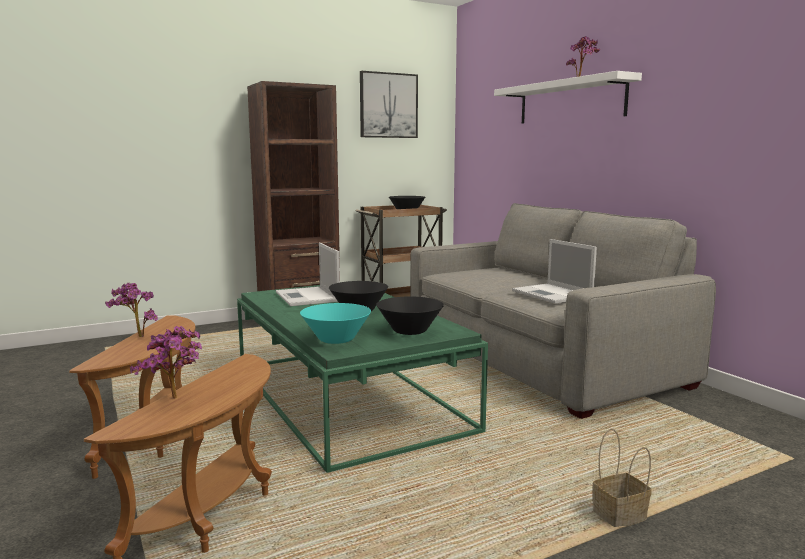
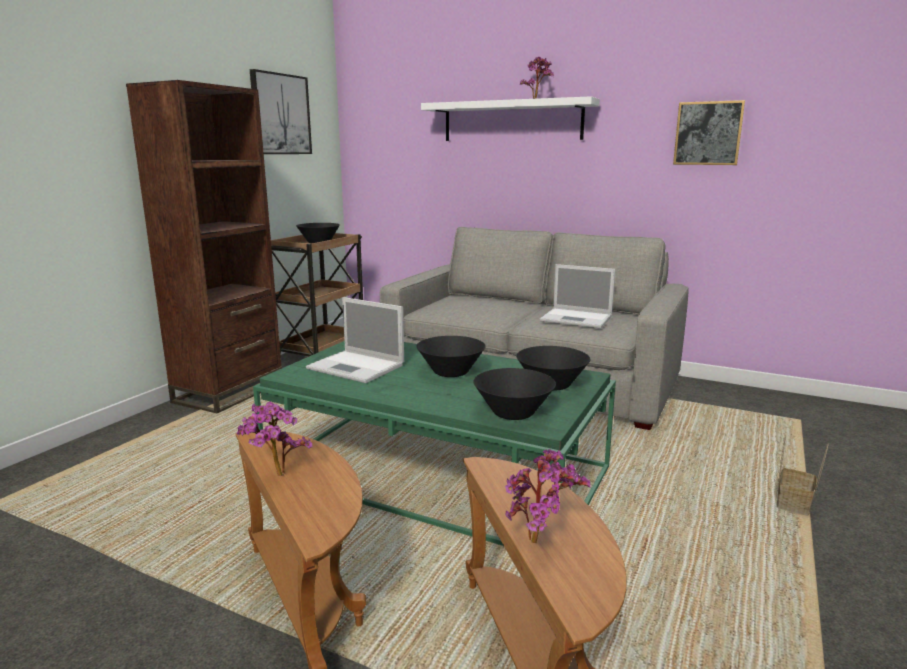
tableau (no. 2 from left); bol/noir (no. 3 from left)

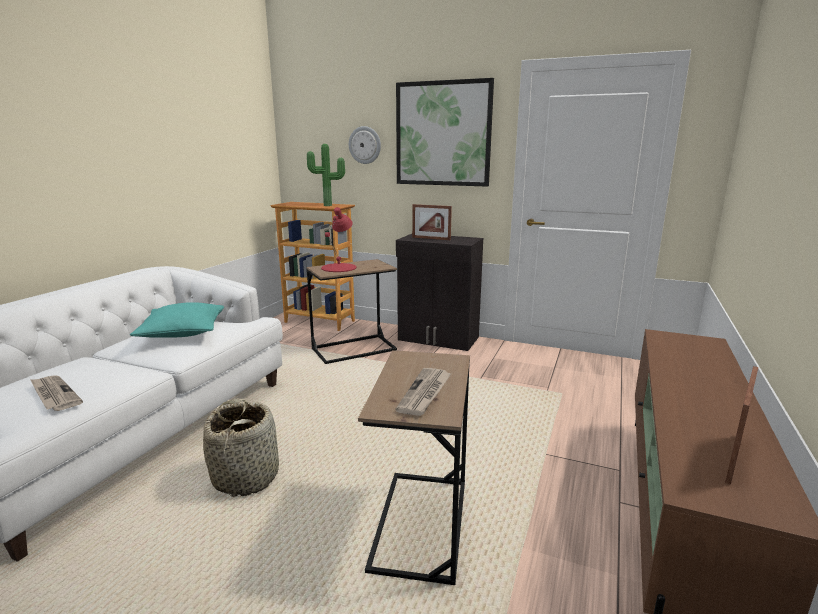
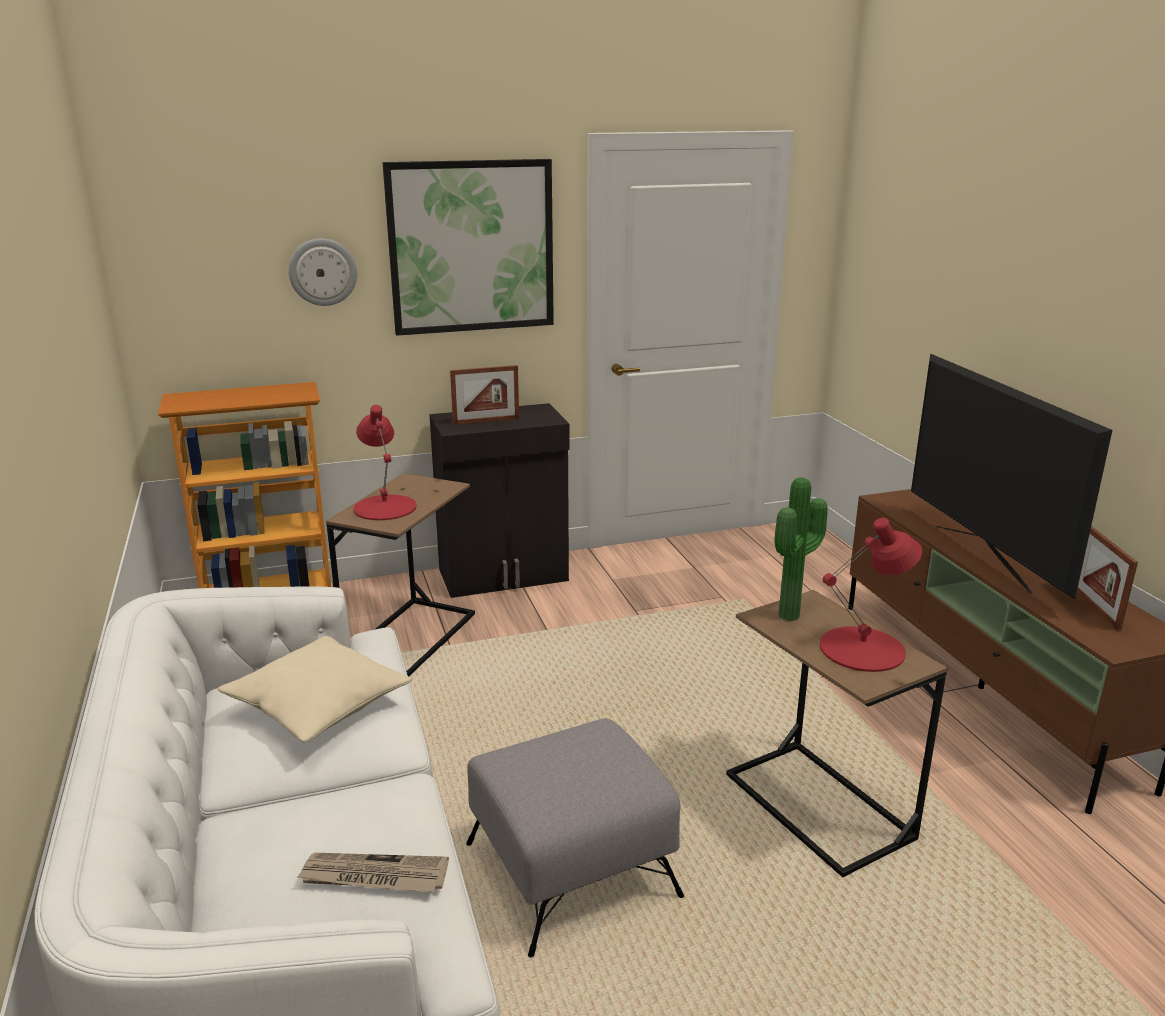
téléviseur; plante en pot; pouf/gris; lampe de table/rouge (no. 2 from left); coussin/beige

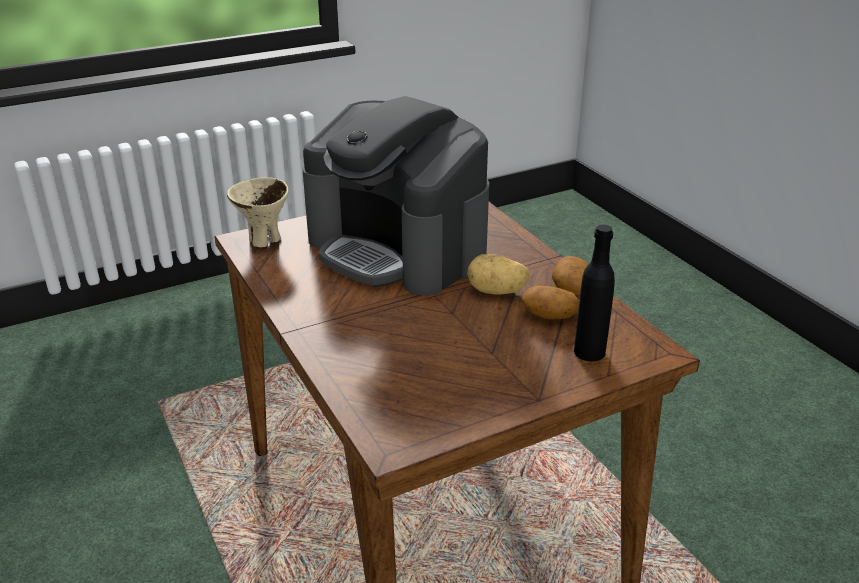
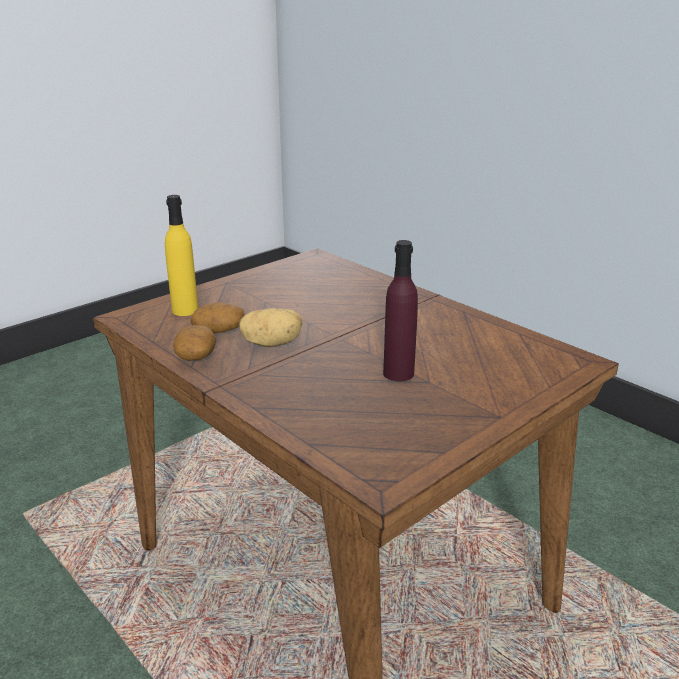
bol/beige; bouteille/violet; bouteille/jaune

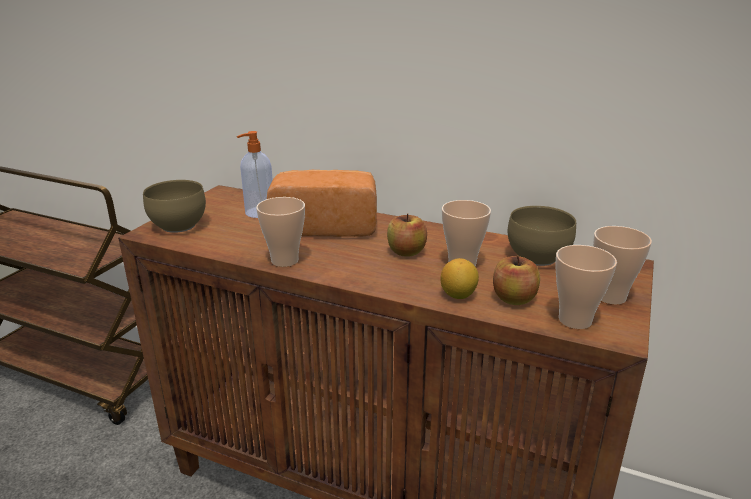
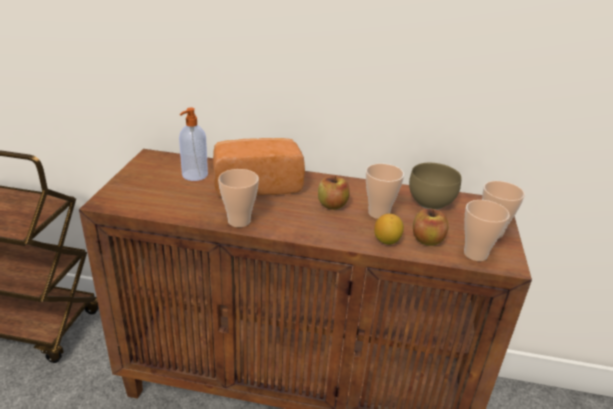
bol/marron (no. 1 from left in the first image)

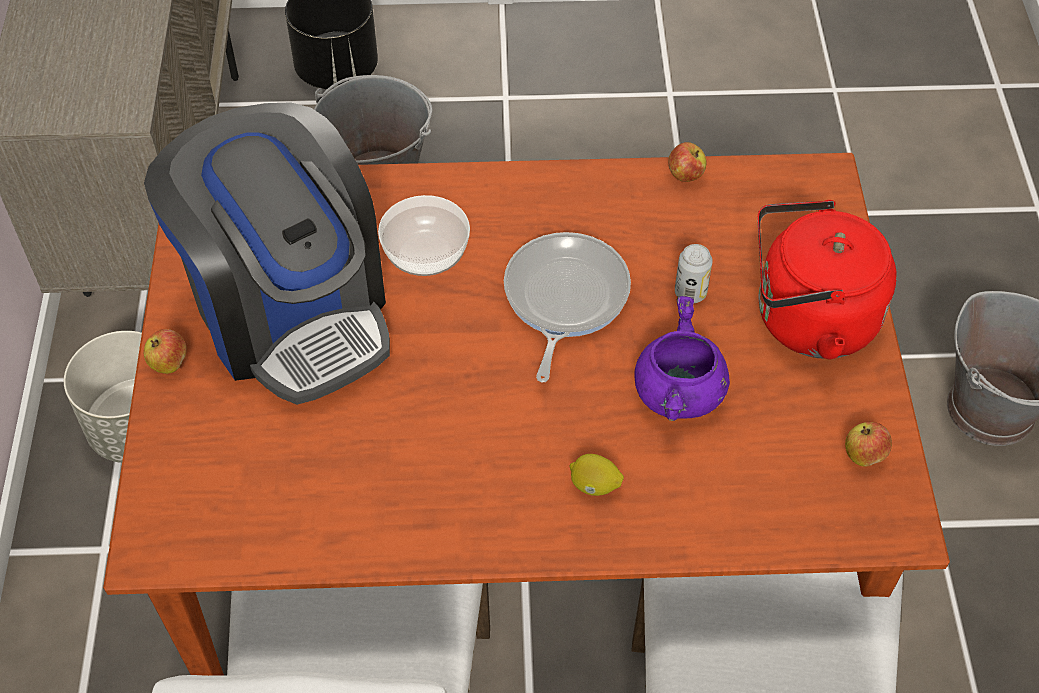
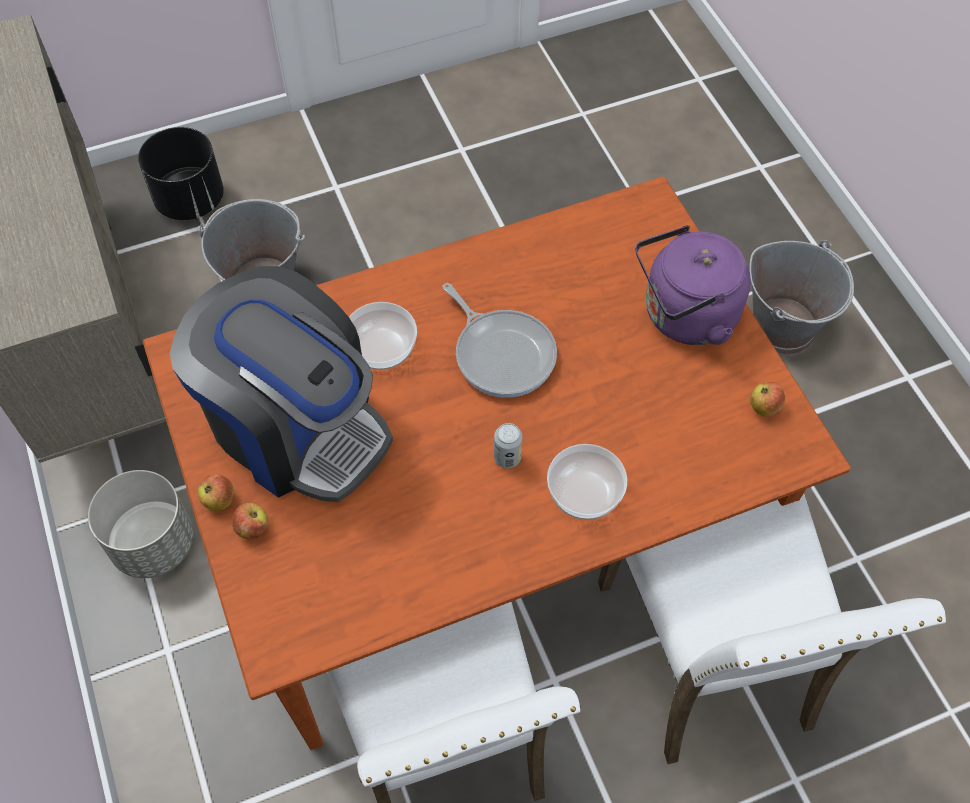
marmite/violet; pomme (no. 2 from left); boîte métallique; bol (no. 2 from left); bouilloire/violet; poêle

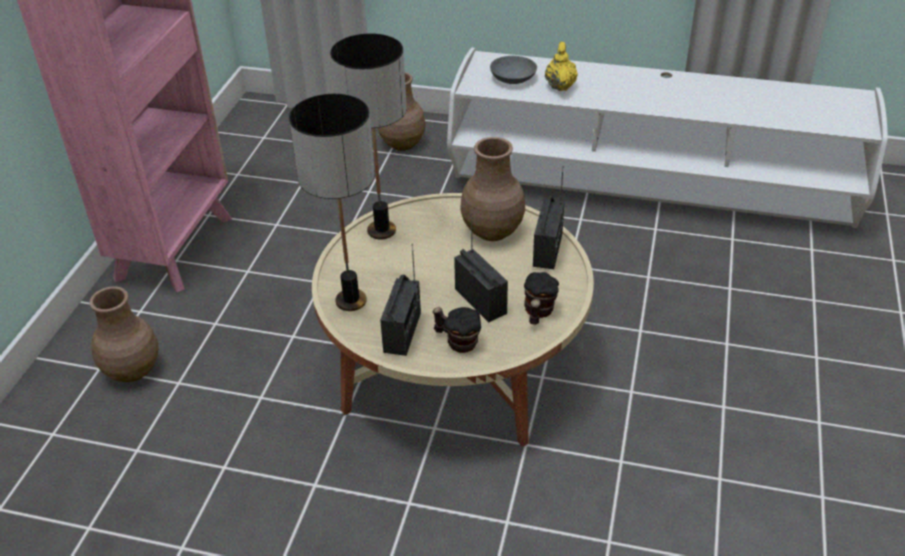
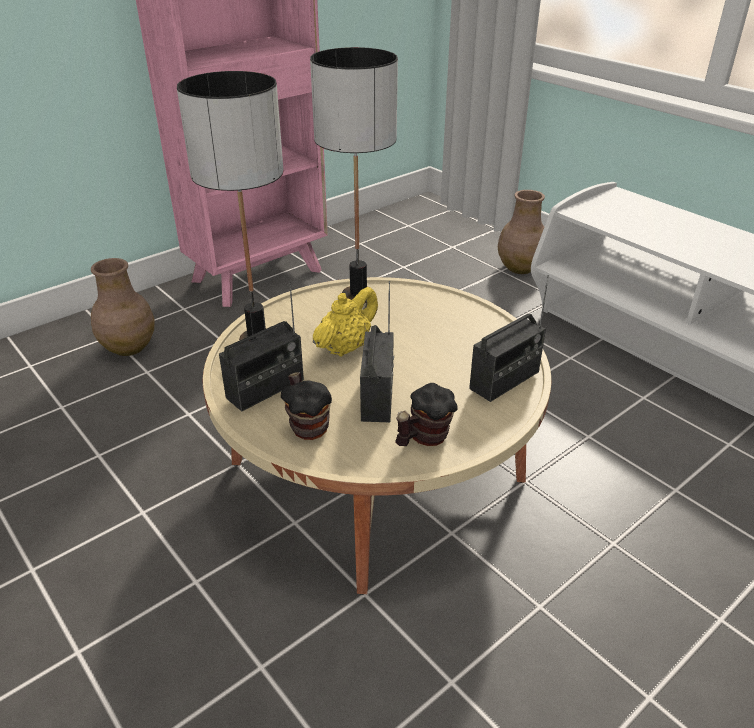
vase/marron (no. 3 from left in the first image); bol/gris; théière/jaune

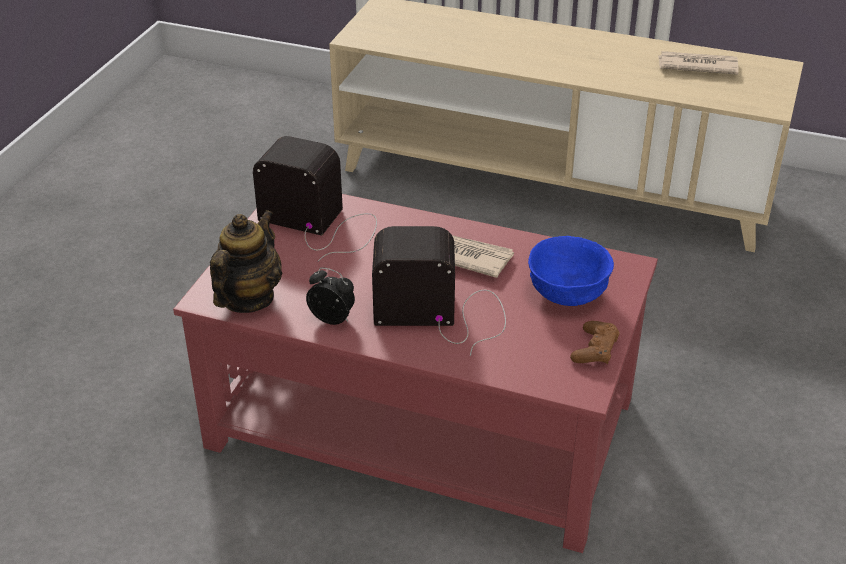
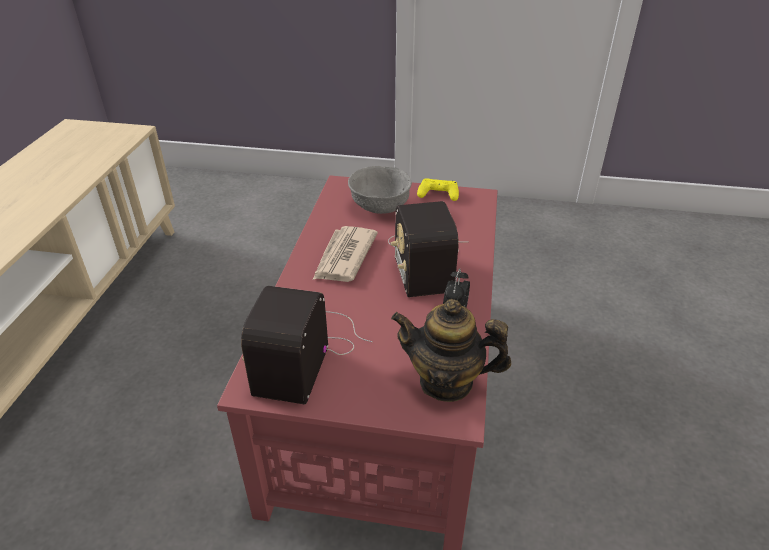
journal (no. 2 from left in the first image); bol/gris; manette/jaune

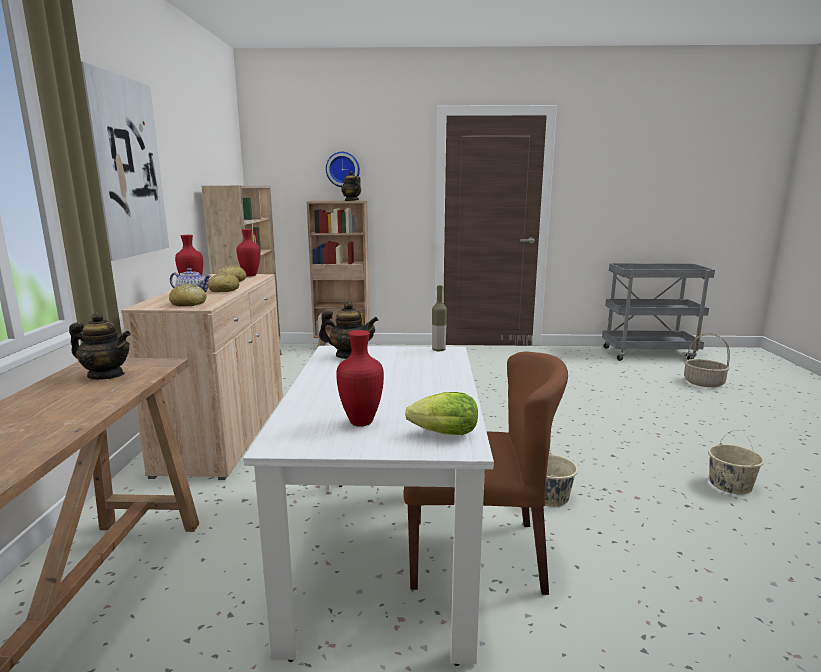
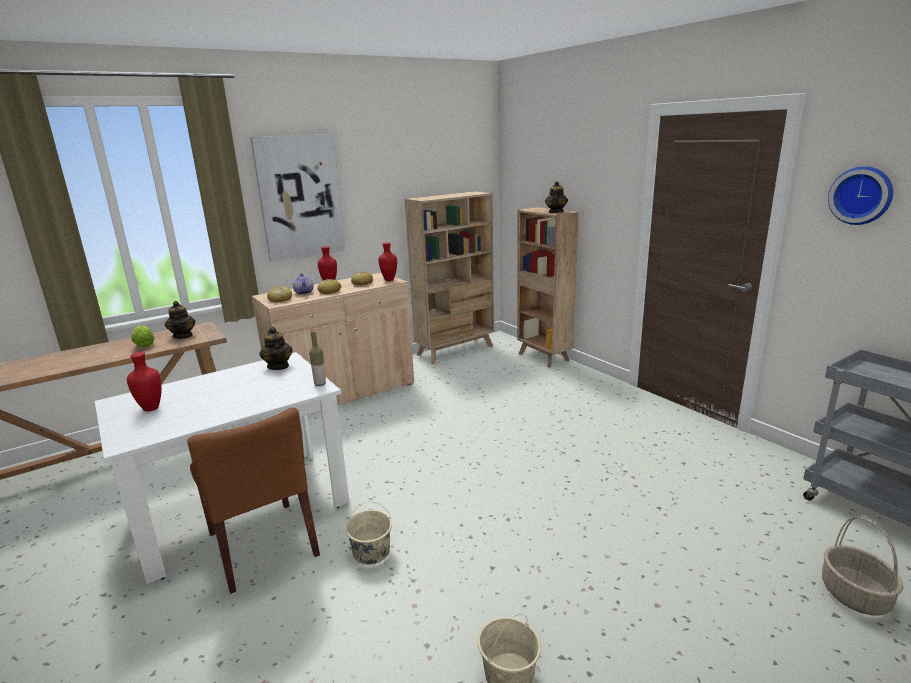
horloge murale; laitue

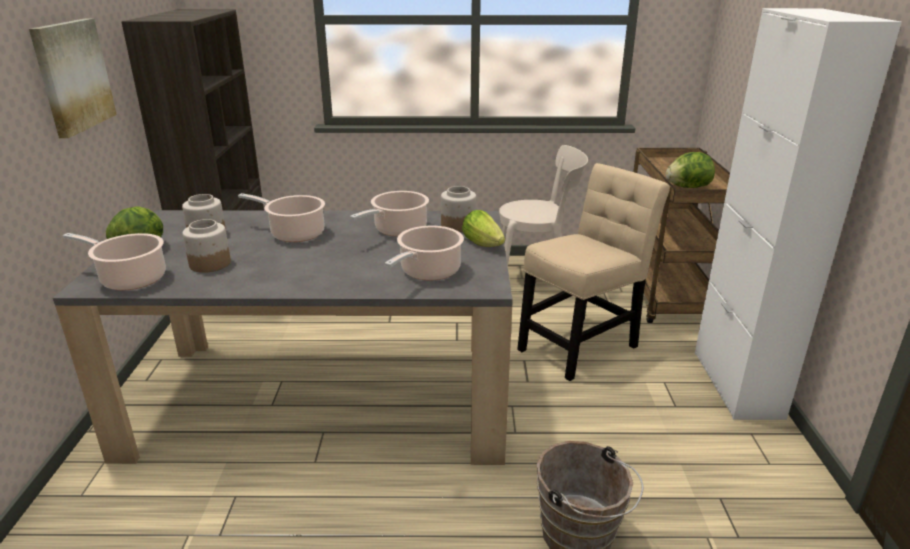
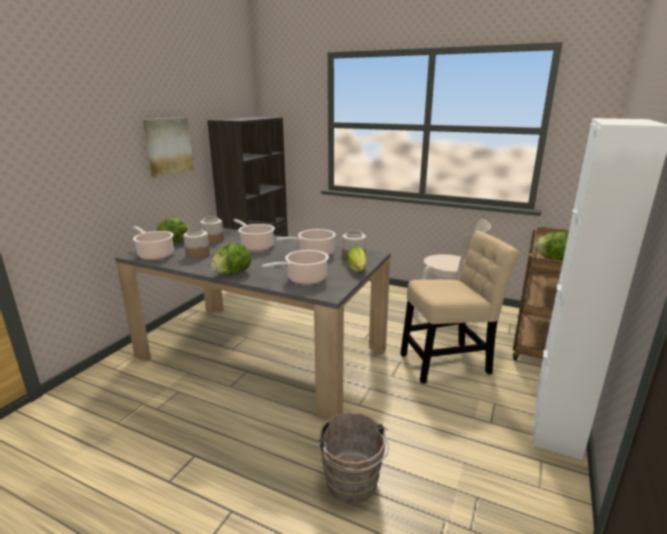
laitue (no. 2 from left)

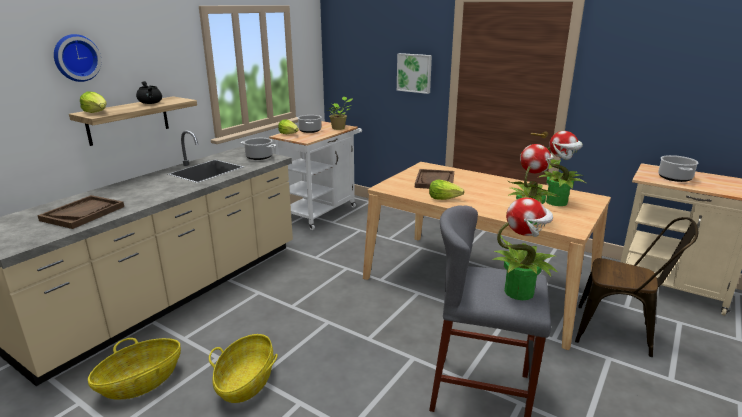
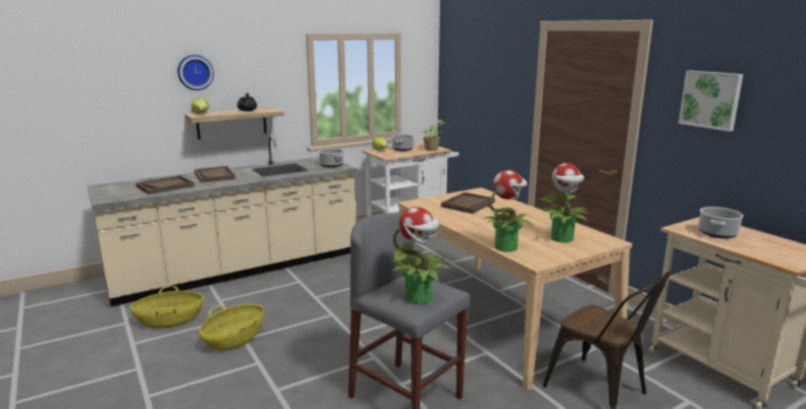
laitue (no. 3 from left in the first image); plateau/marron (no. 2 from left); tableau

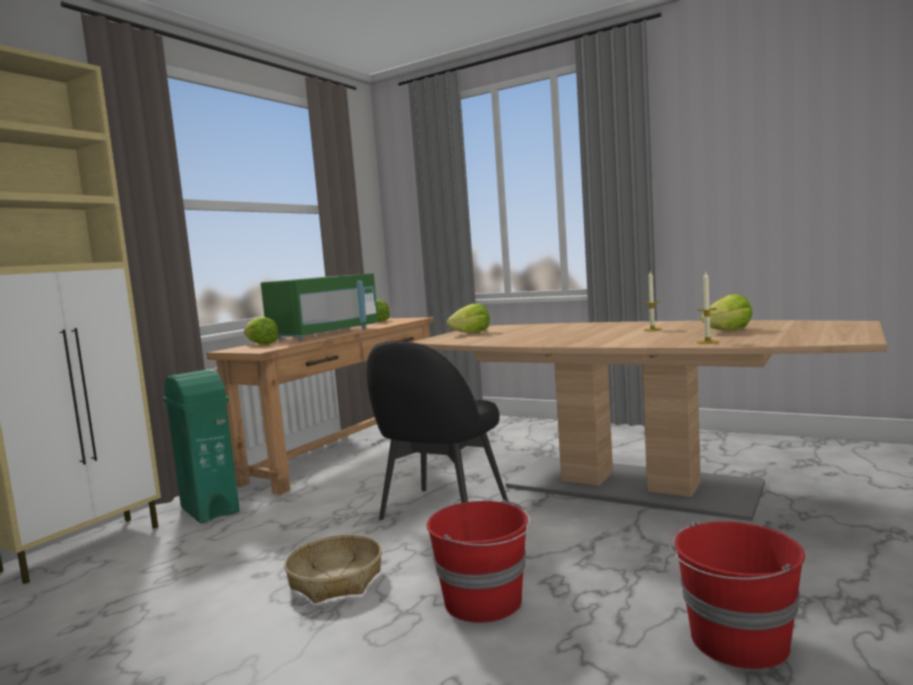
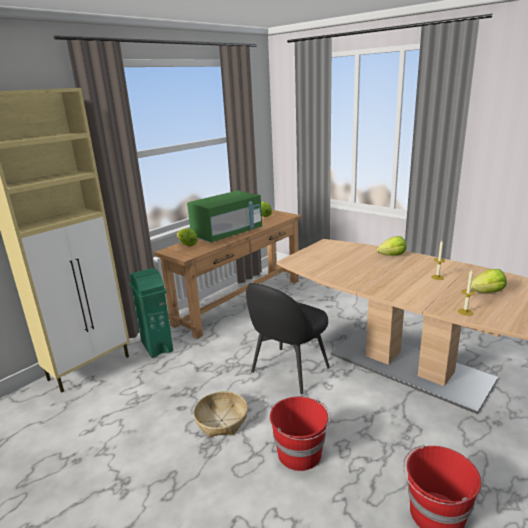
laitue (no. 3 from left)

